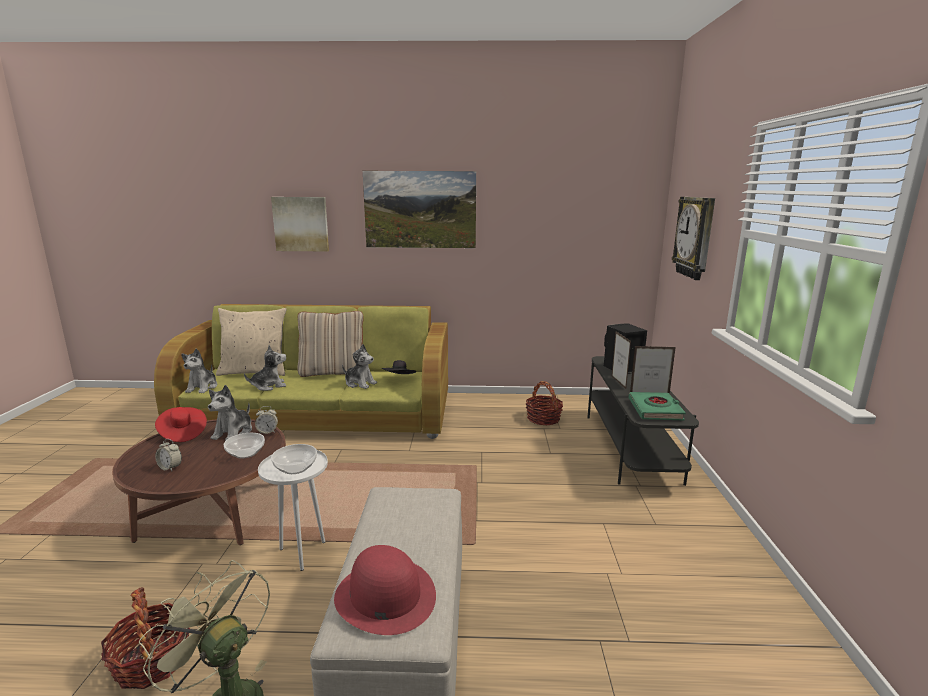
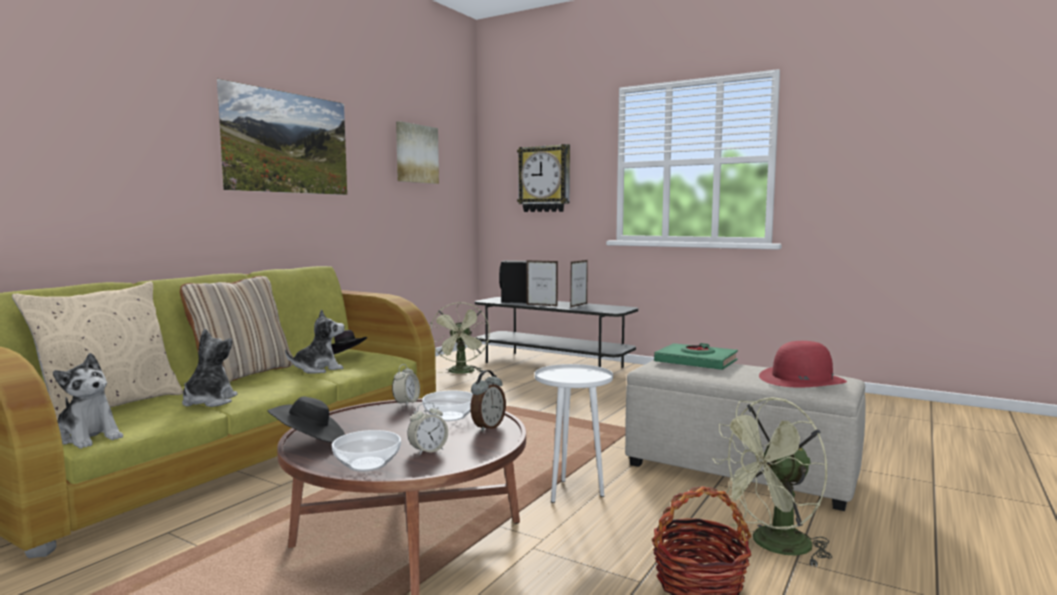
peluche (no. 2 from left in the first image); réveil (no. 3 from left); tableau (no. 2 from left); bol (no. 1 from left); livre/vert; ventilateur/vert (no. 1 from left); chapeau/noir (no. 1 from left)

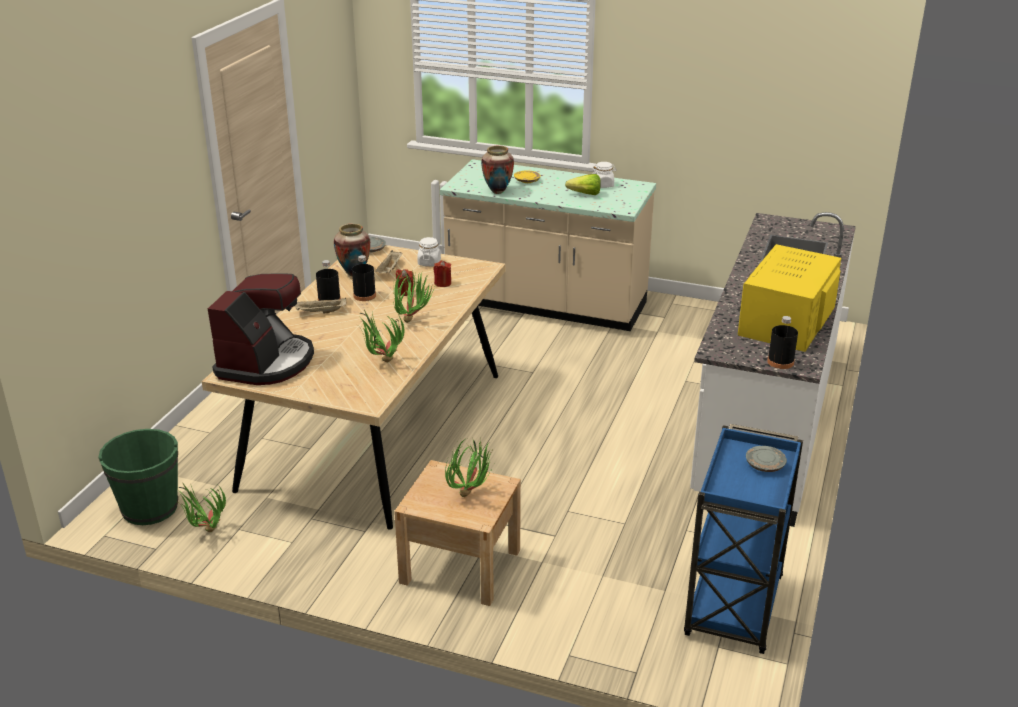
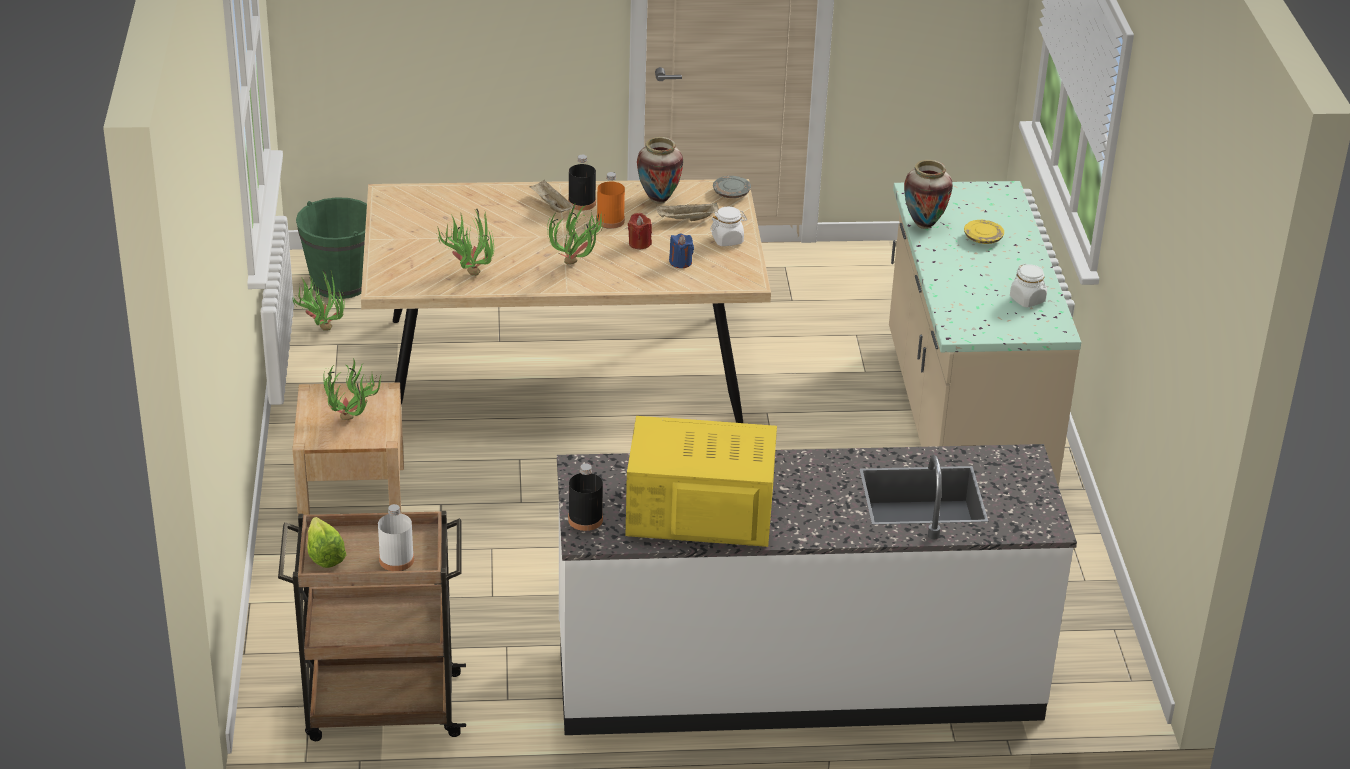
machine à café; laitue; bouteille/blanc; bouteille/orange; bougie/bleu; chariot/marron

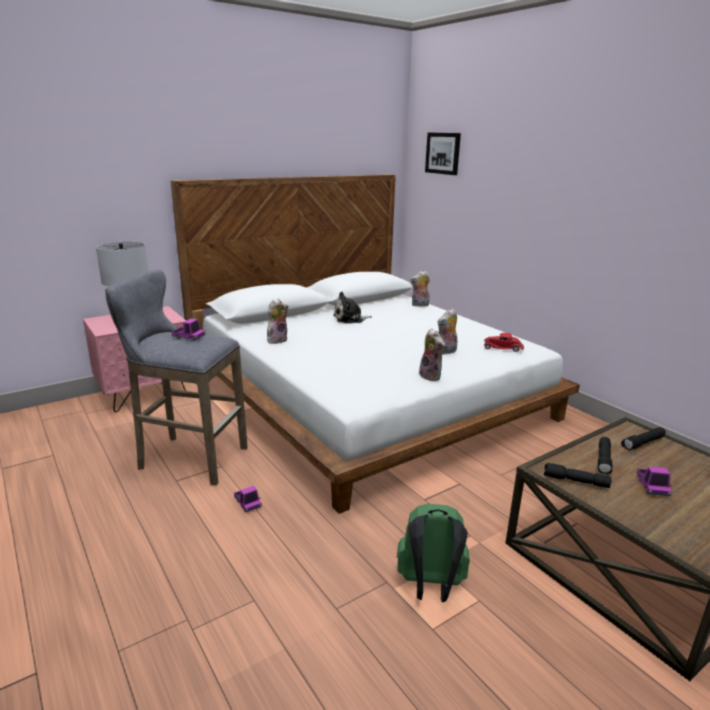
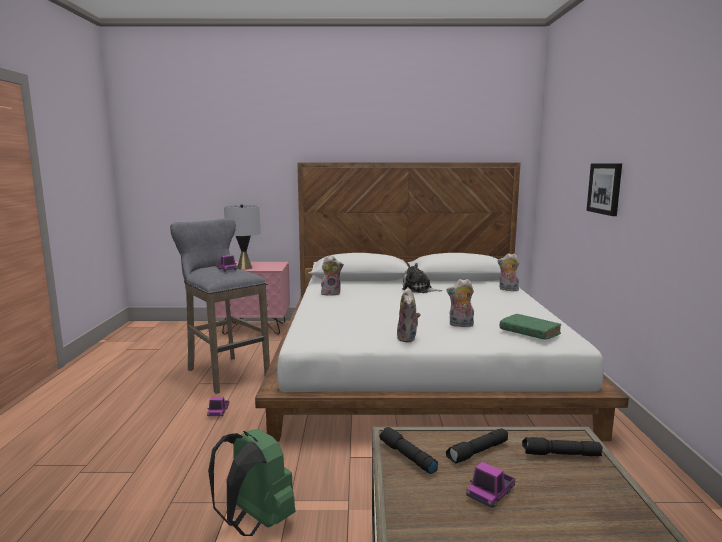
tableau; livre/vert

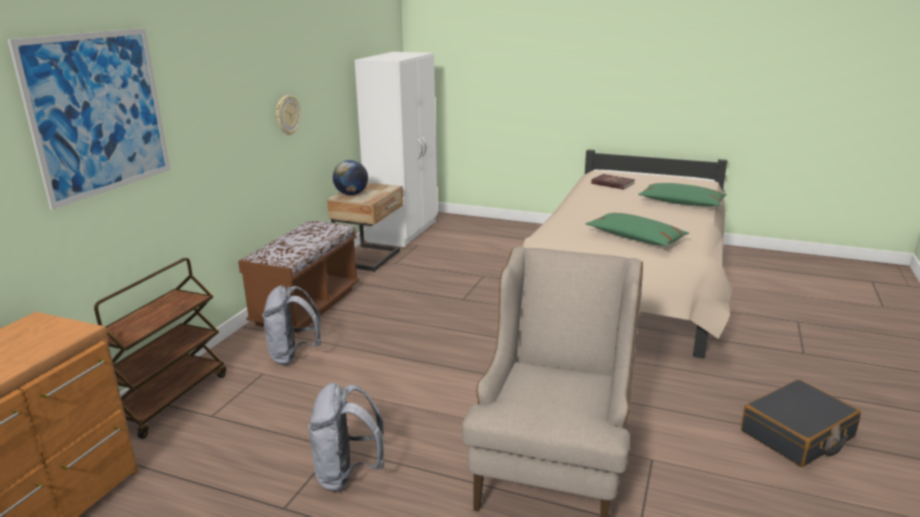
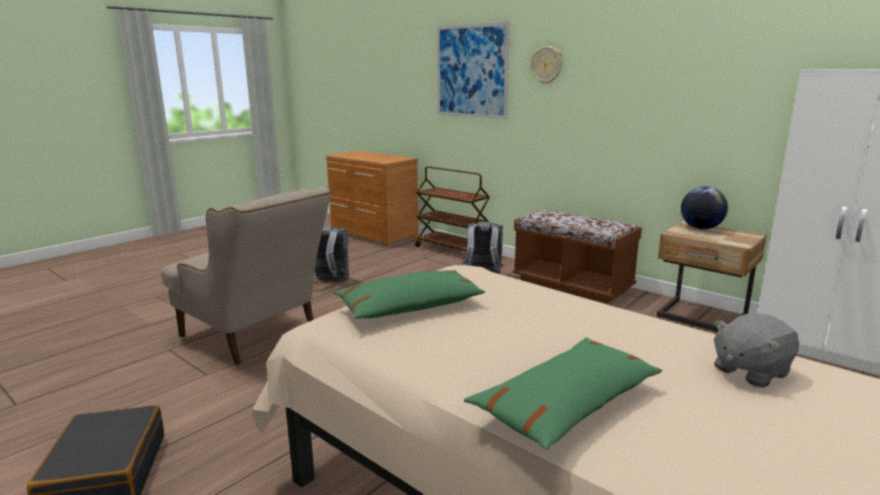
horloge murale; peluche/gris

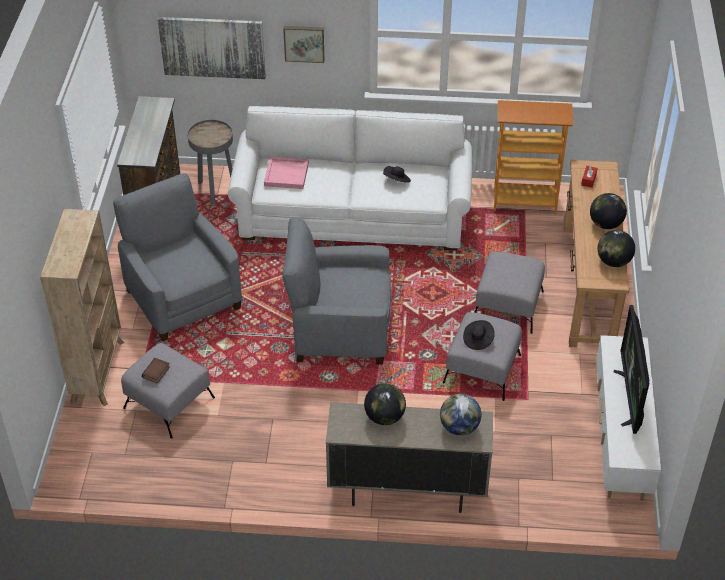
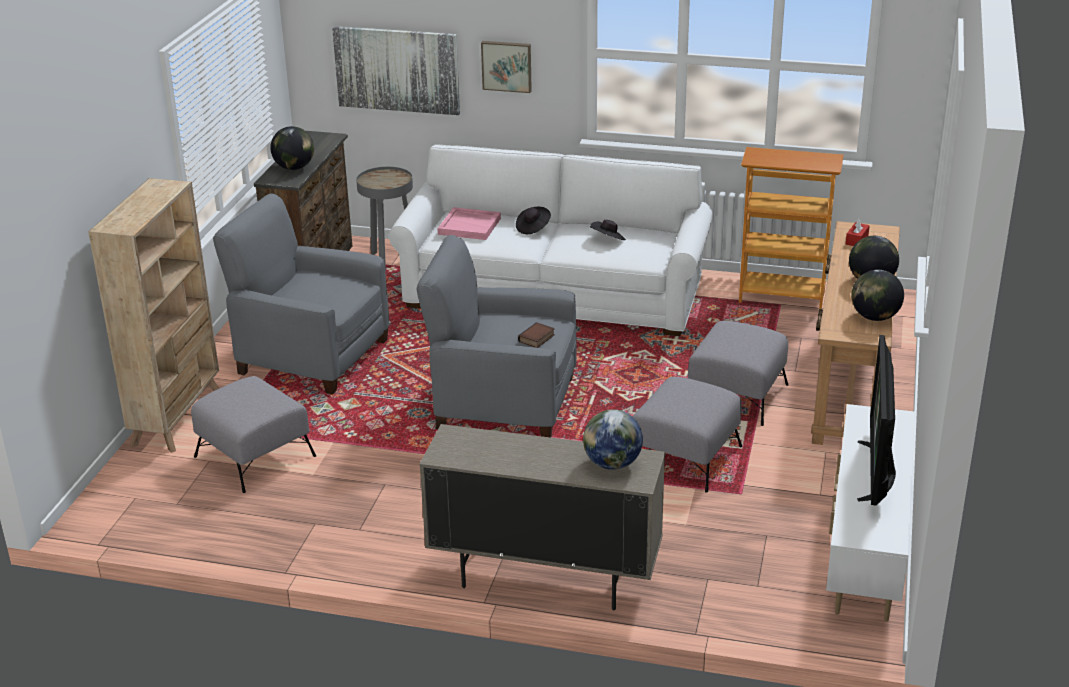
livre; globe (no. 1 from left); chapeau/noir (no. 1 from left); fauteuil/gris (no. 1 from left)

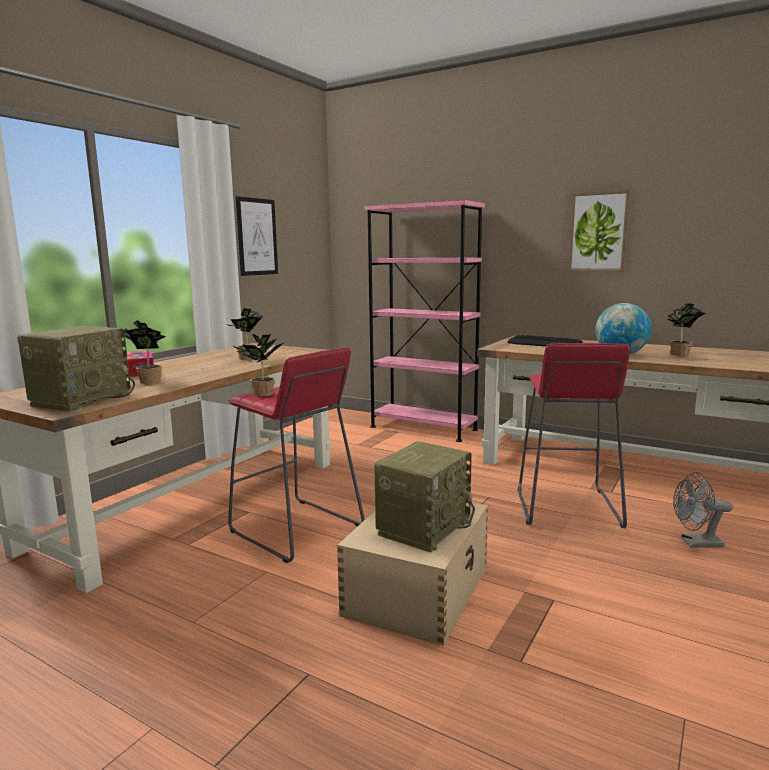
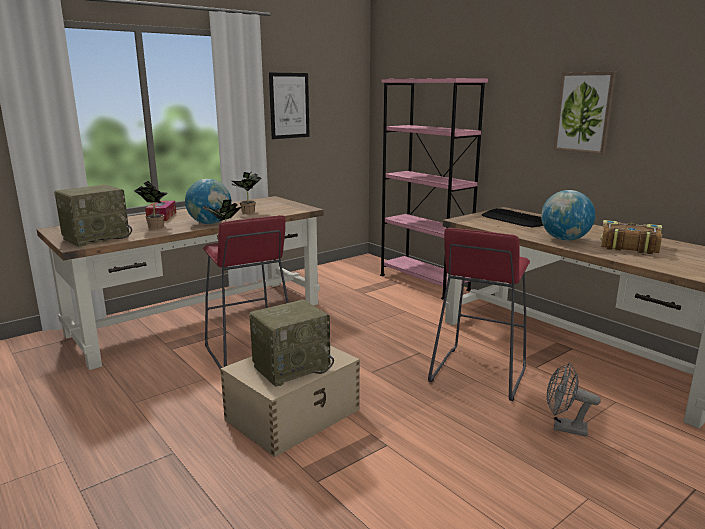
globe (no. 1 from left); livre

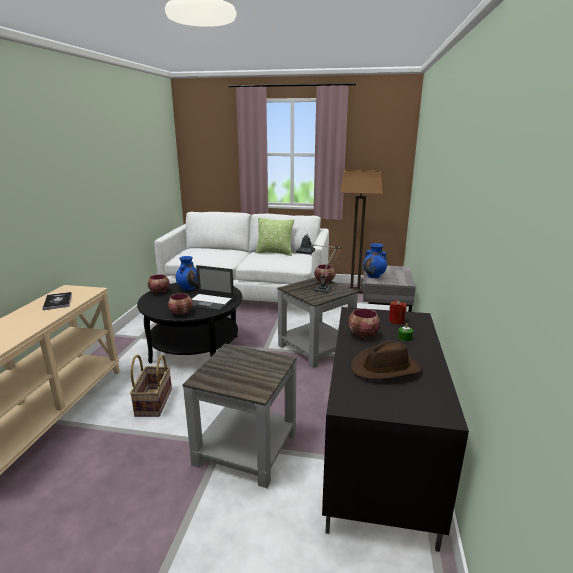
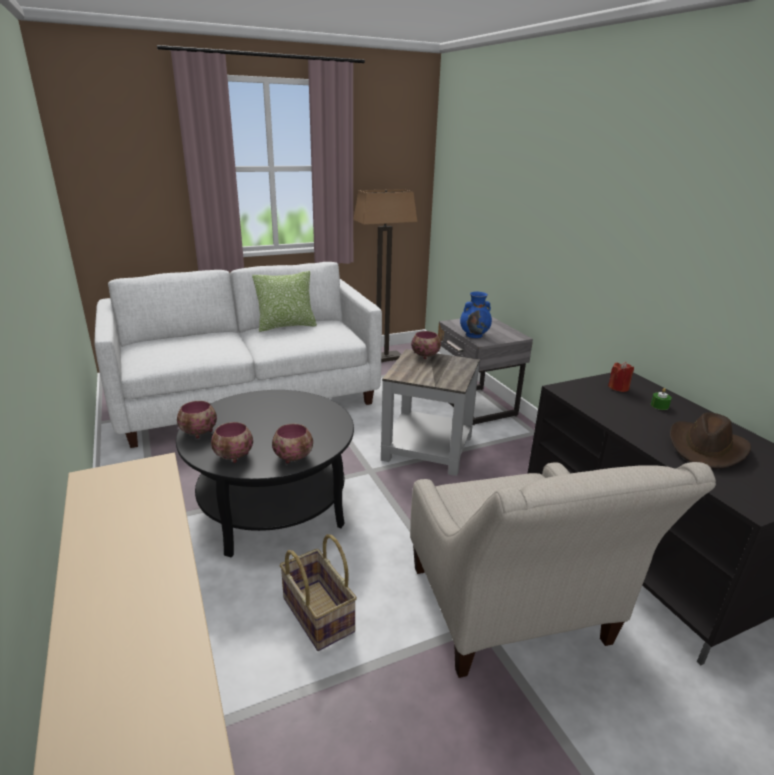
livre; vase/bleu (no. 1 from left in the first image); ordinateur portable; lampe de table; bol (no. 2 from left); fauteuil/beige

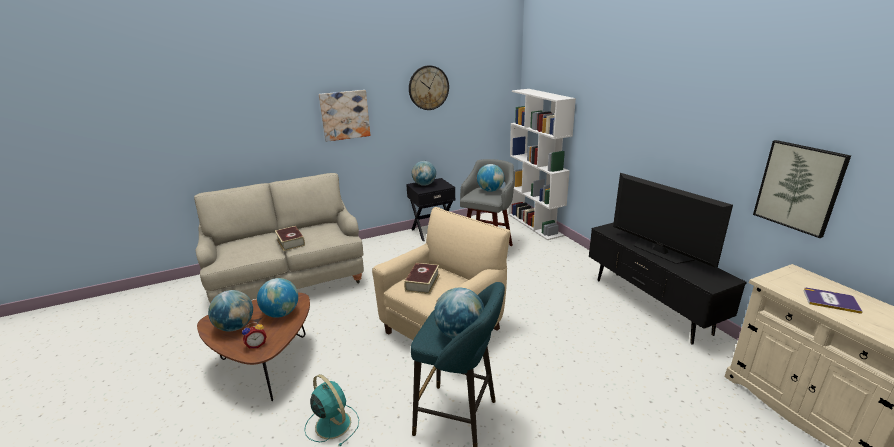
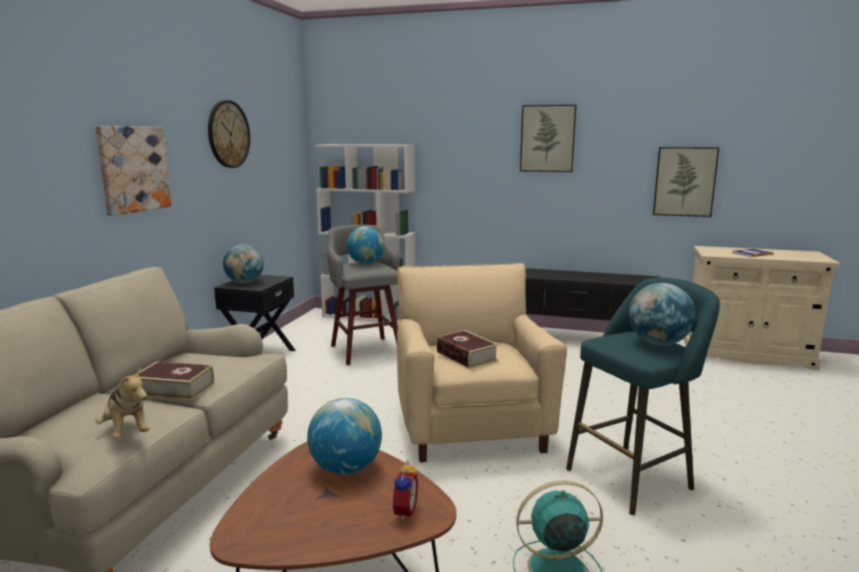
globe (no. 1 from left in the first image); téléviseur; peluche; tableau (no. 2 from left)

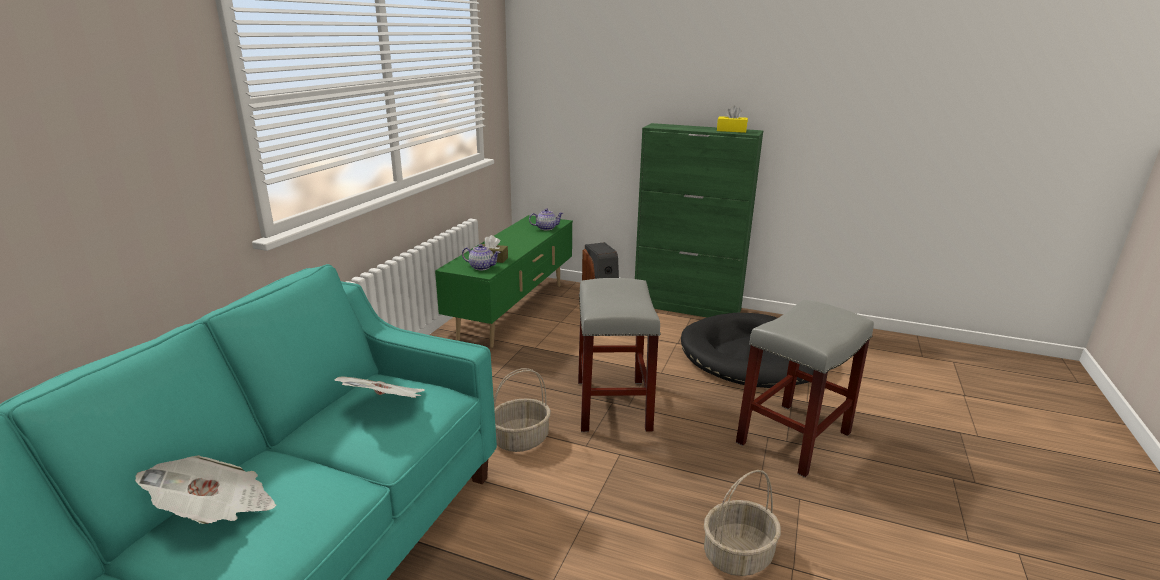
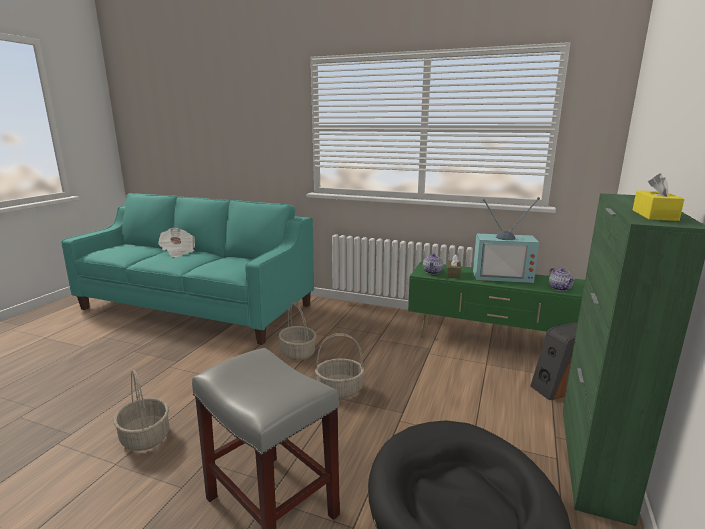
journal (no. 2 from left in the first image); téléviseur; panier (no. 3 from left)

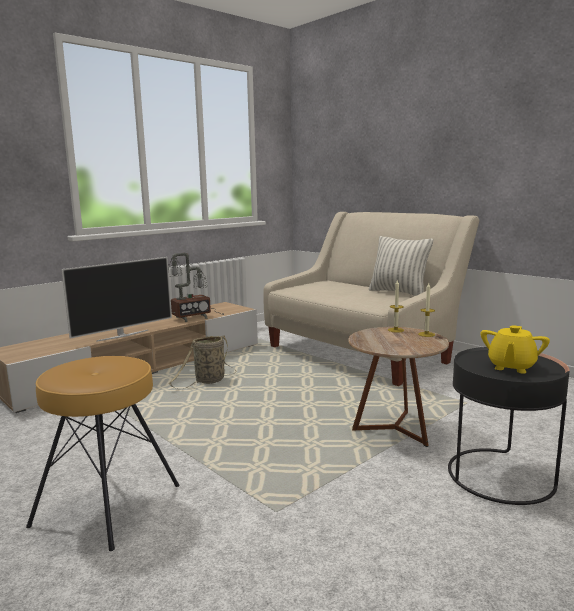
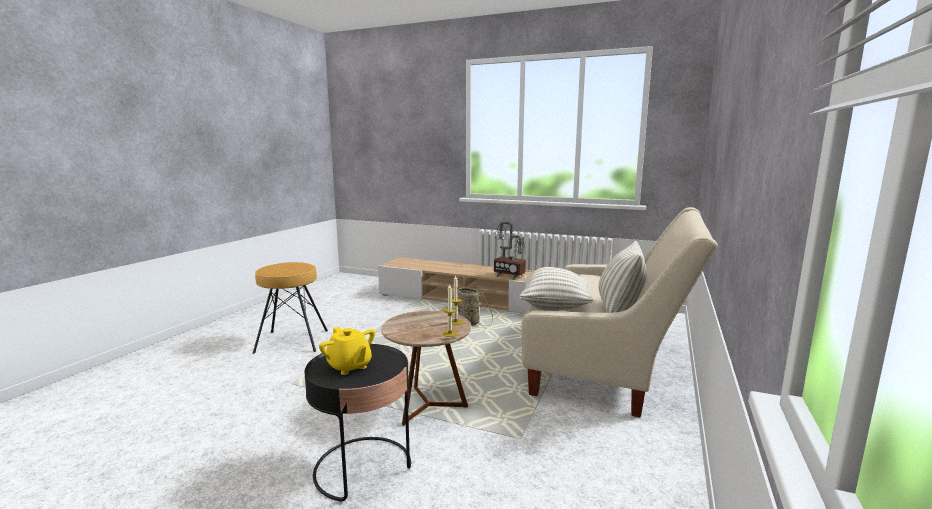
téléviseur; coussin (no. 1 from left); théière/jaune

